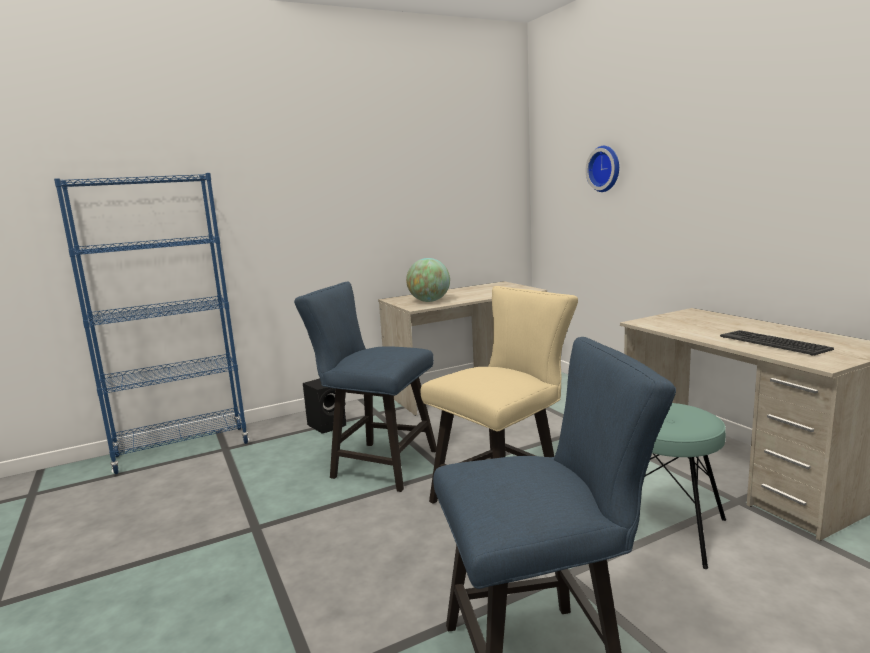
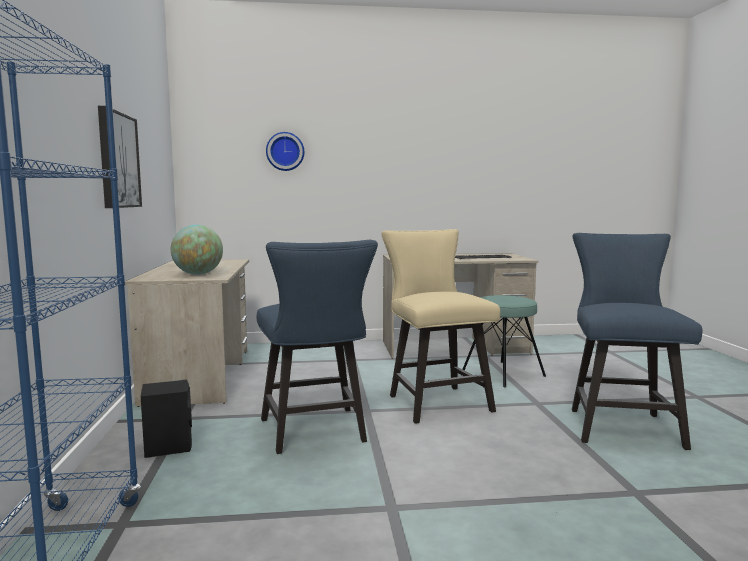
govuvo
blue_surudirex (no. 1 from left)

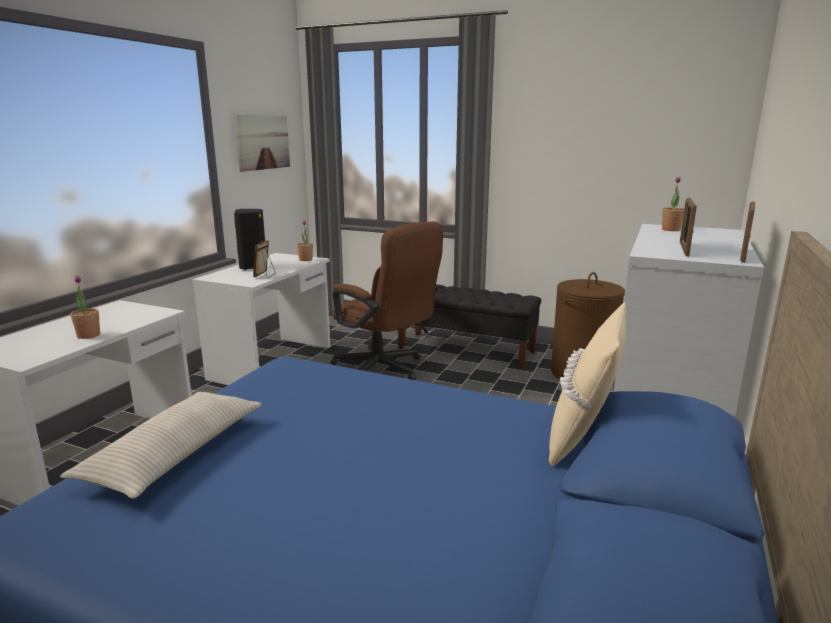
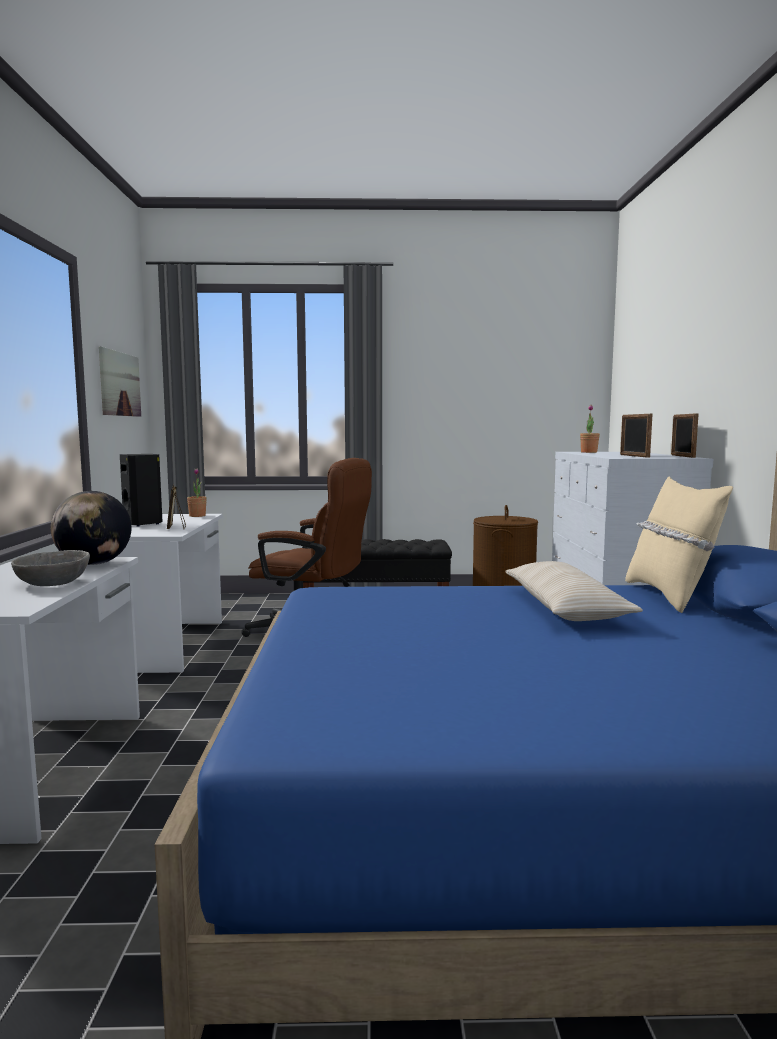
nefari
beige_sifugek (no. 1 from left)
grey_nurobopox

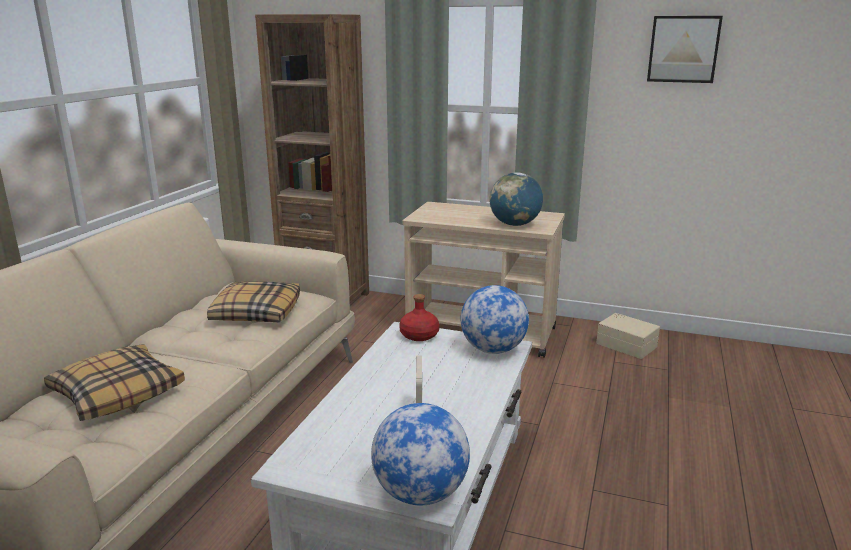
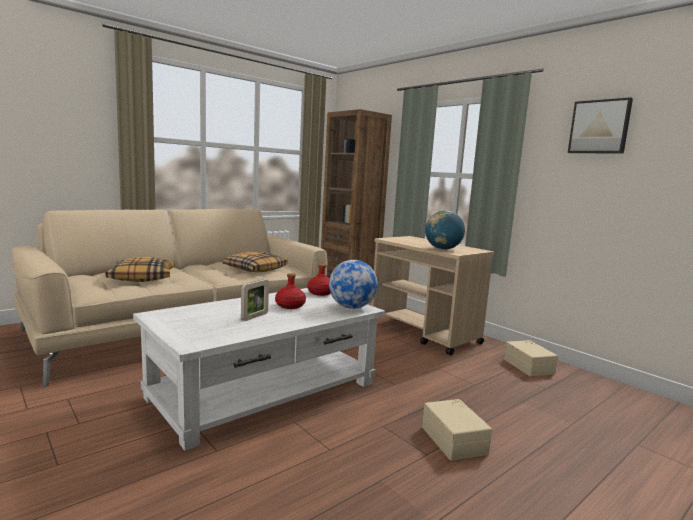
nefari (no. 1 from left in the first image)
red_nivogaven (no. 1 from left)
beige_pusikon (no. 1 from left)

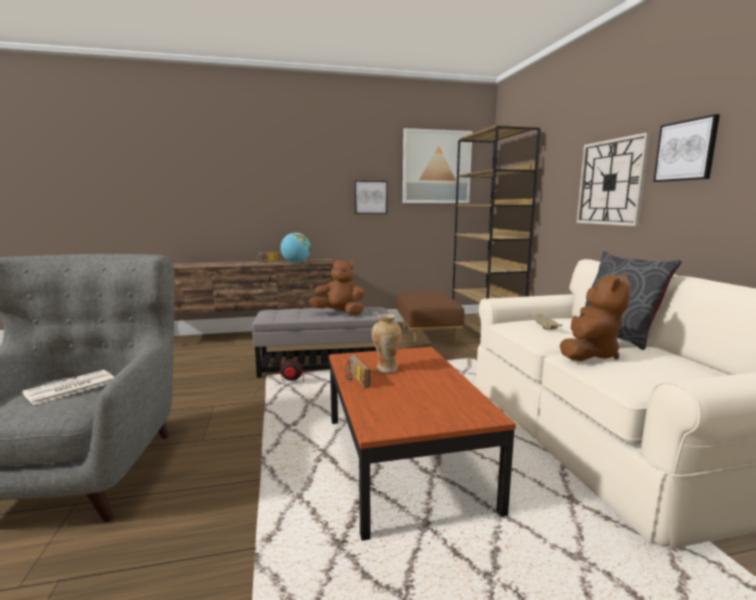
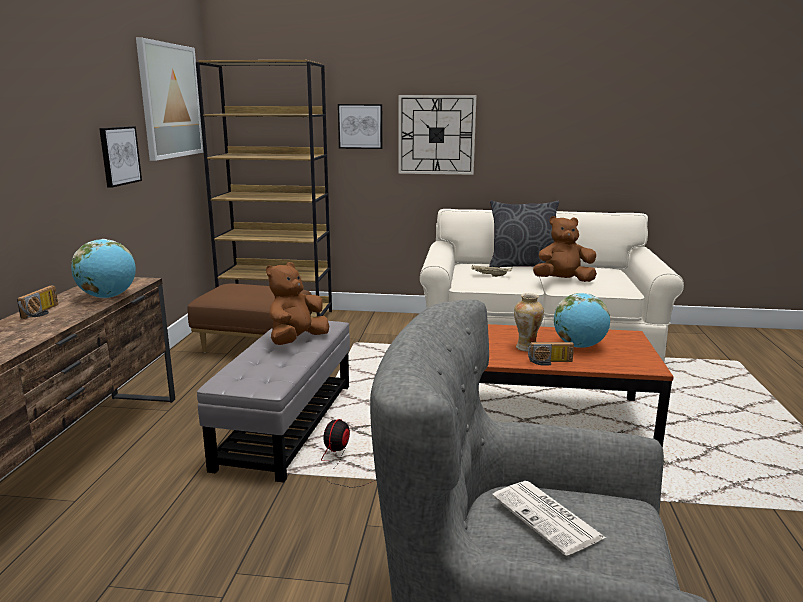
nefari (no. 2 from left)
govuvo (no. 3 from left)
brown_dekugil (no. 2 from left)

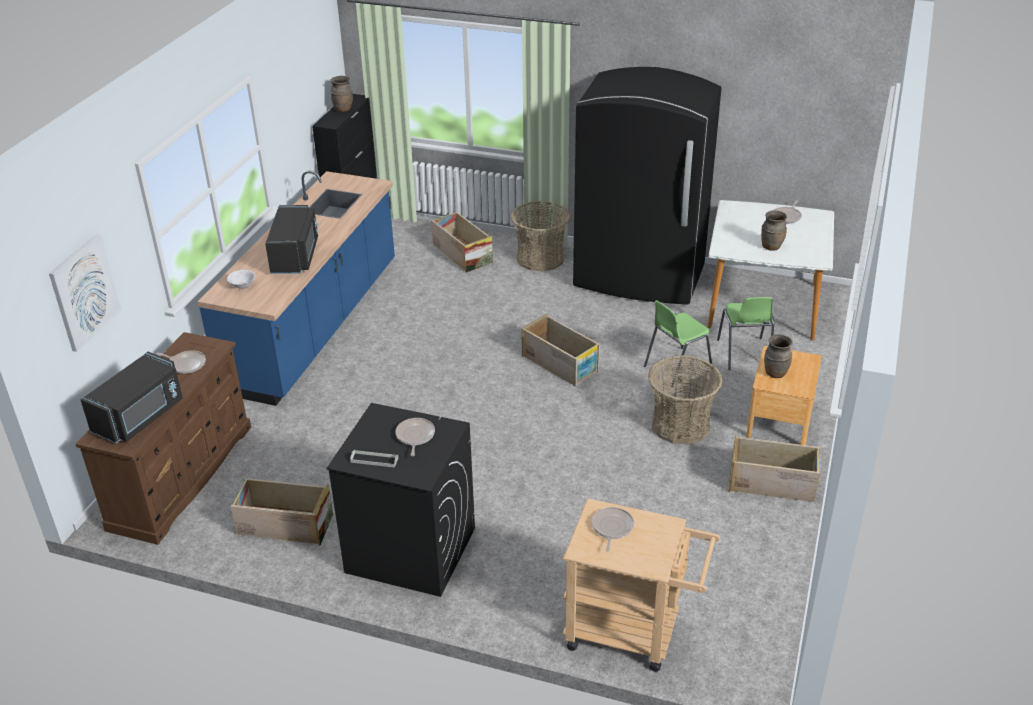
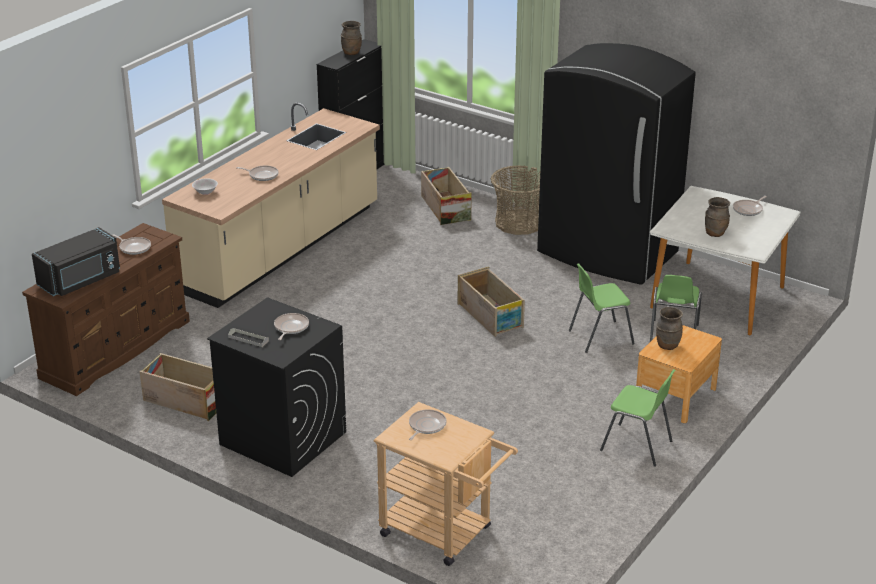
govuvo
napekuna (no. 2 from left in the first image)
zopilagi (no. 2 from left)
green_surudirex (no. 2 from left)
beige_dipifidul

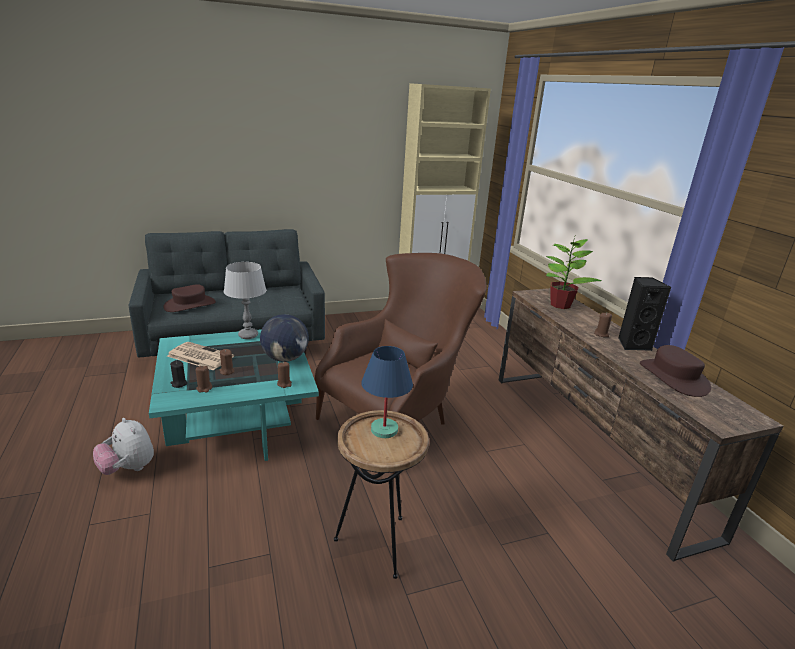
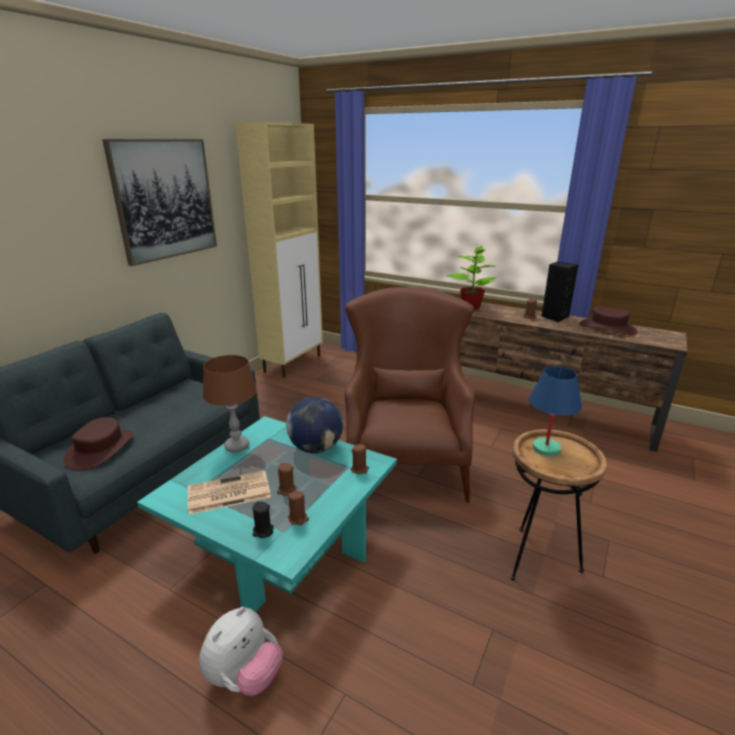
govuvo
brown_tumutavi
dekugil

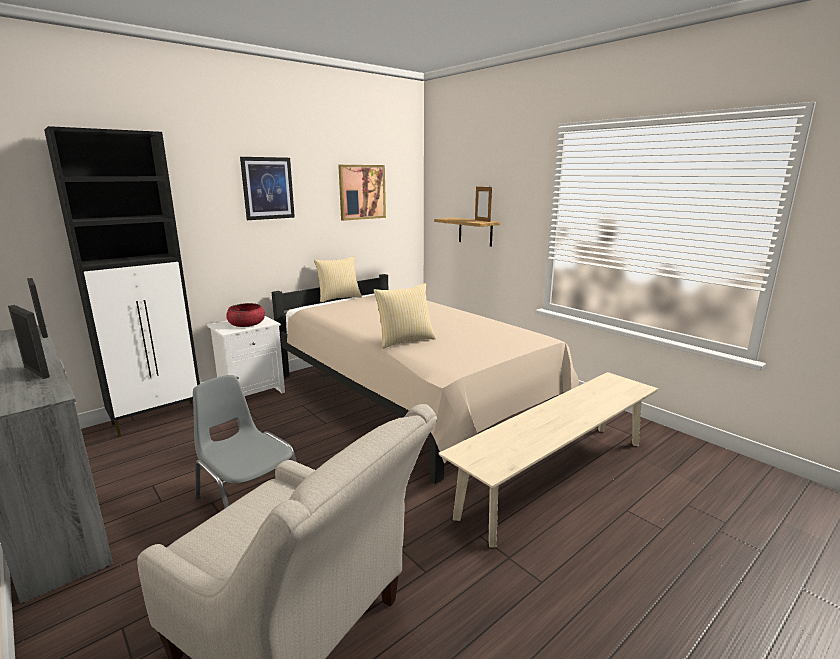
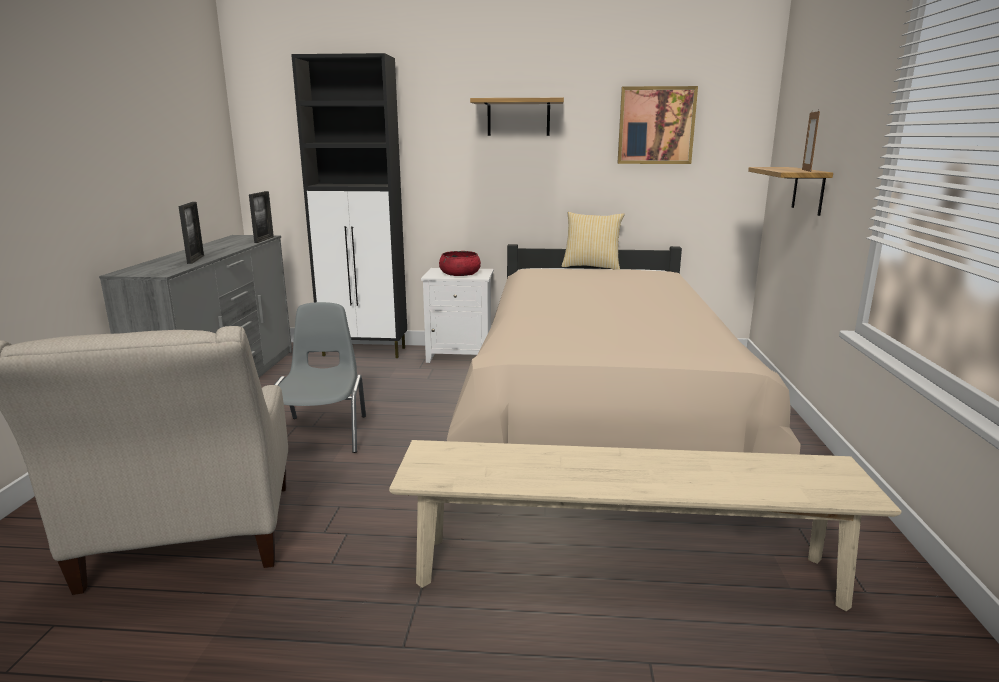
sifugek (no. 2 from left in the first image)
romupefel (no. 1 from left)

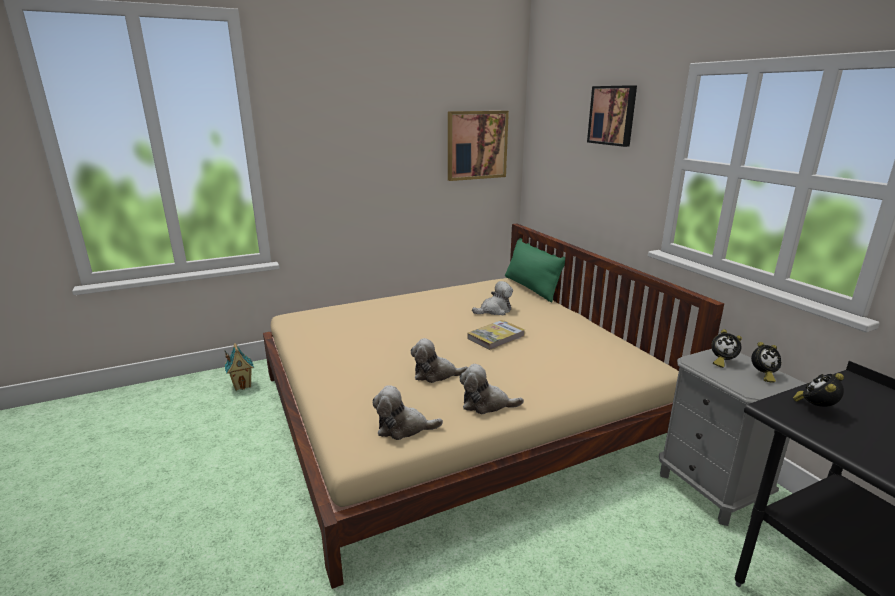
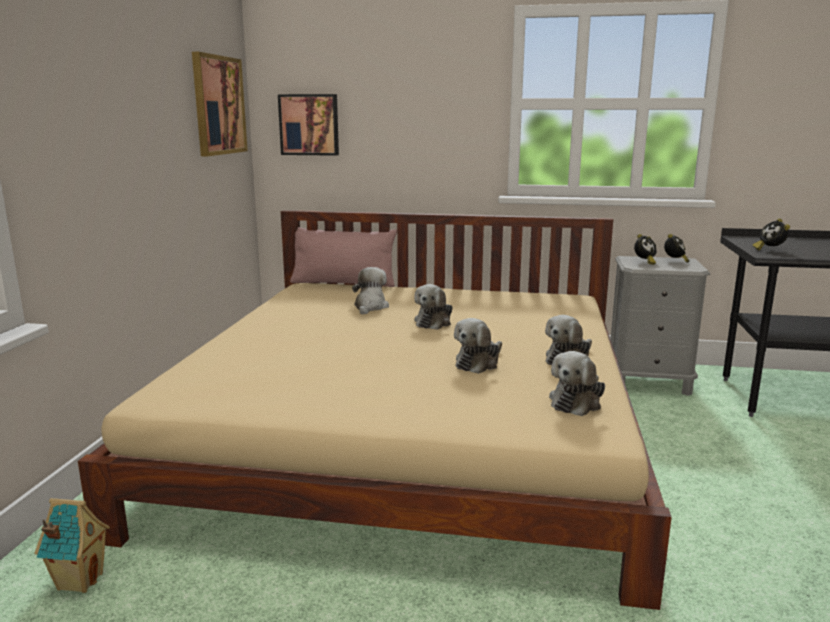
govuvo (no. 2 from left)
dekugil (no. 2 from left)
pink_sifugek

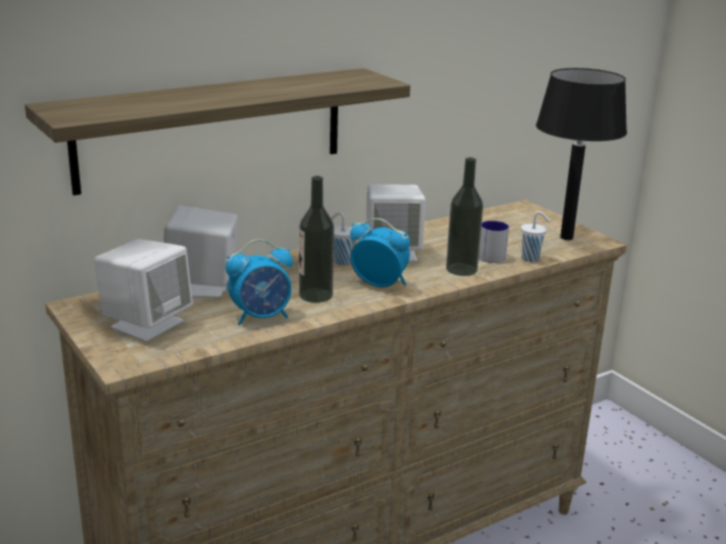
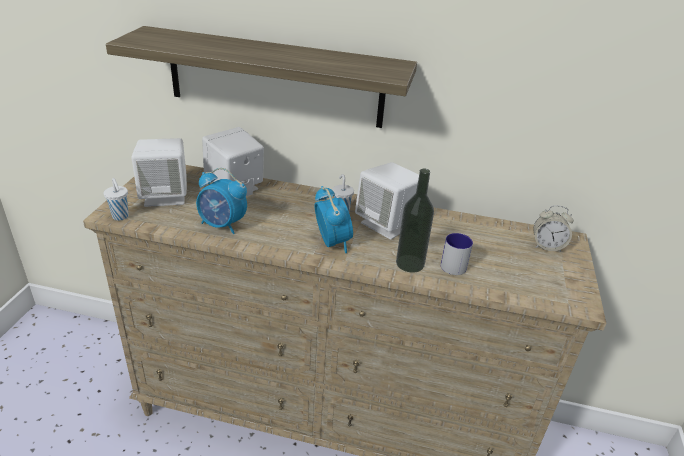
nivogaven (no. 1 from left in the first image)
black_tumutavi
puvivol (no. 3 from left)
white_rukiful (no. 1 from left)

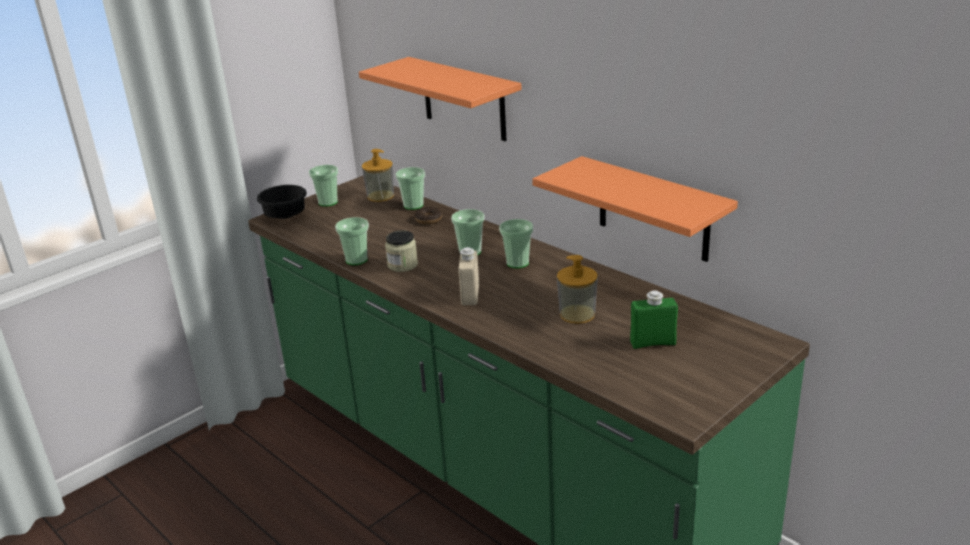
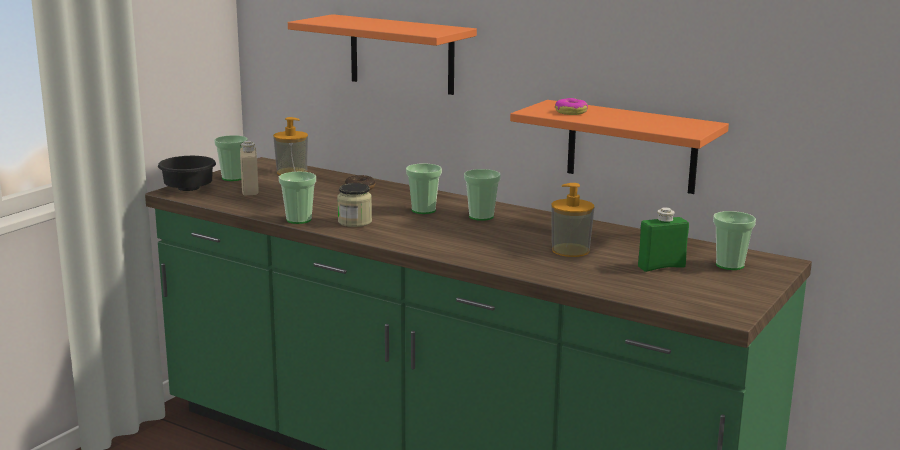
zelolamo (no. 2 from left)
rukiful (no. 5 from left)
beige_nivogaven

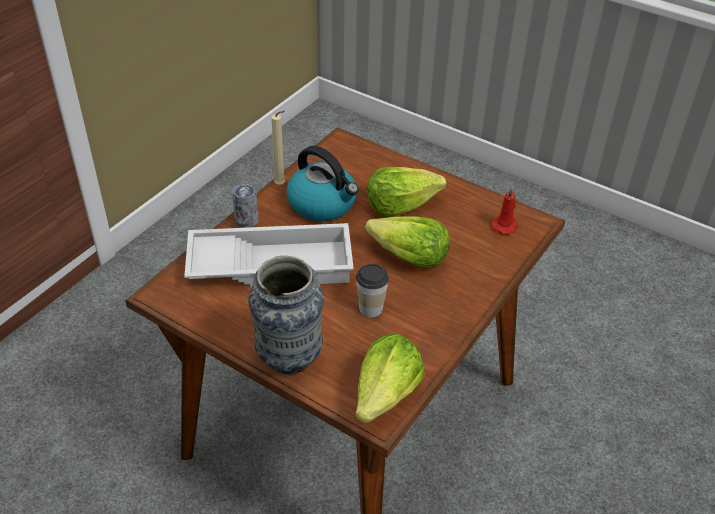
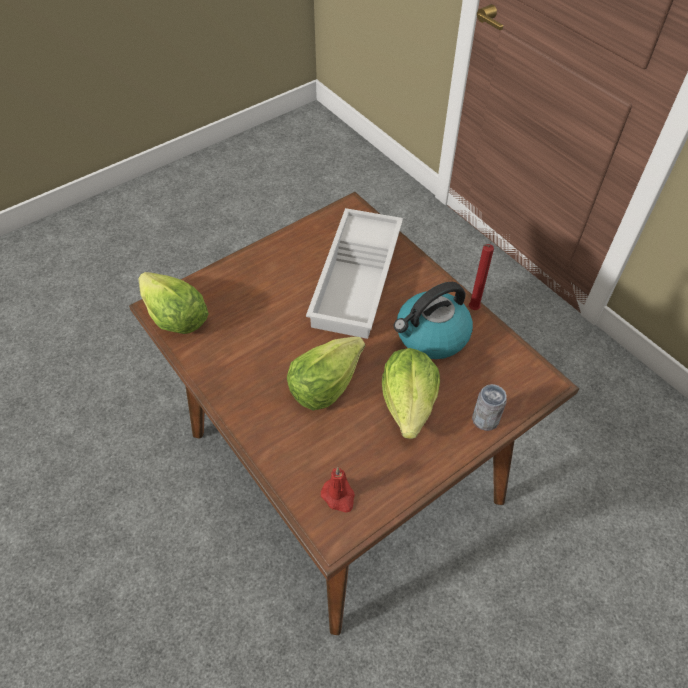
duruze
rukiful
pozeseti
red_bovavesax (no. 2 from left)

